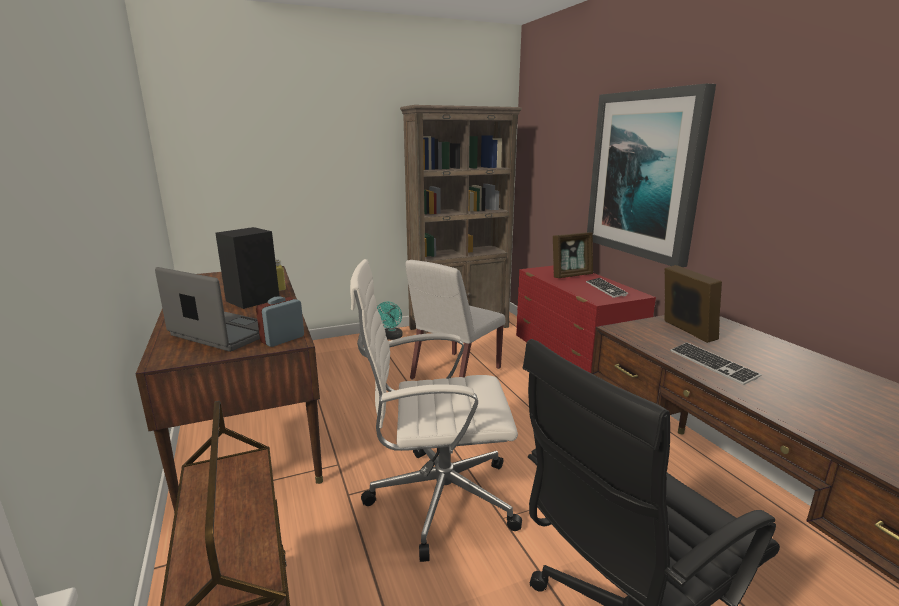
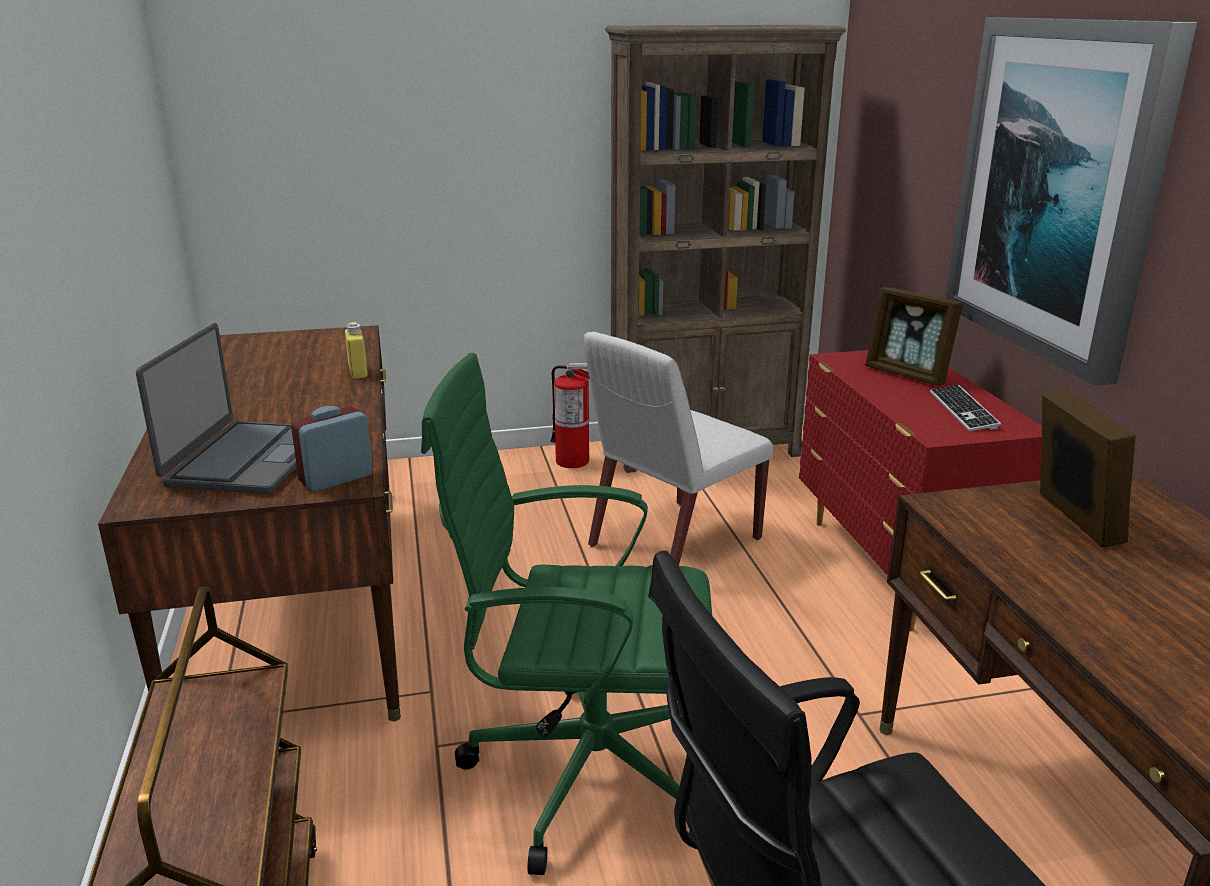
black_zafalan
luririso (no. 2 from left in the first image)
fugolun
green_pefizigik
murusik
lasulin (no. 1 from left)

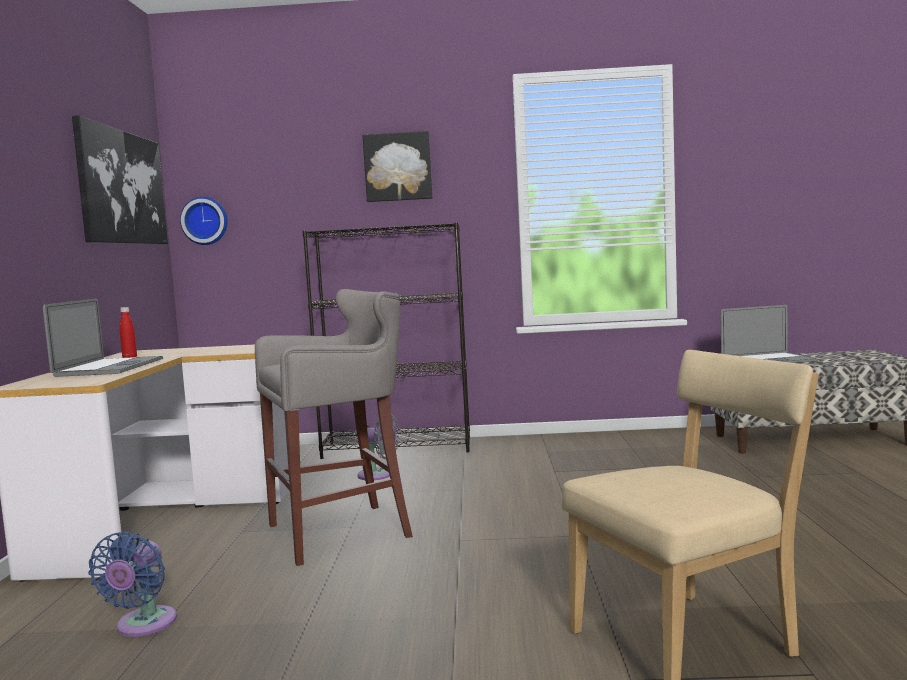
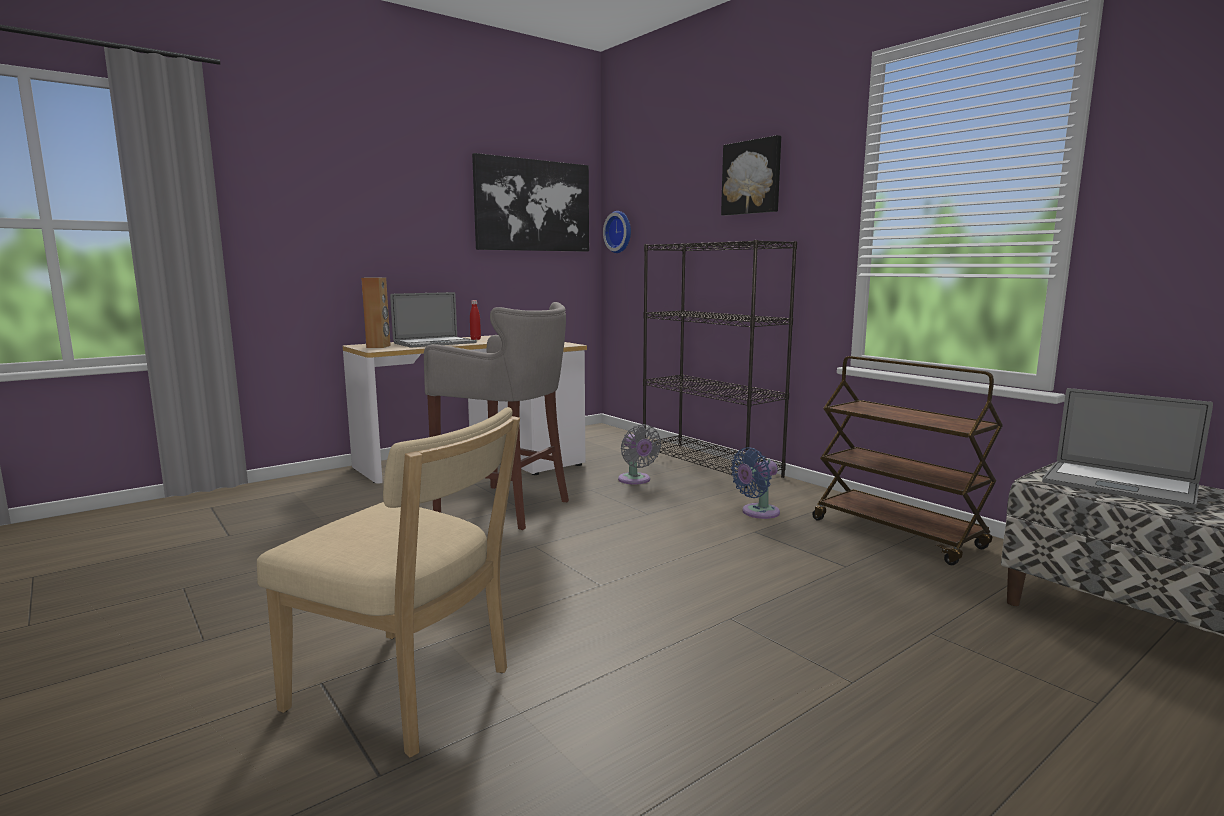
brown_zafalan
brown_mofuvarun
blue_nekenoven

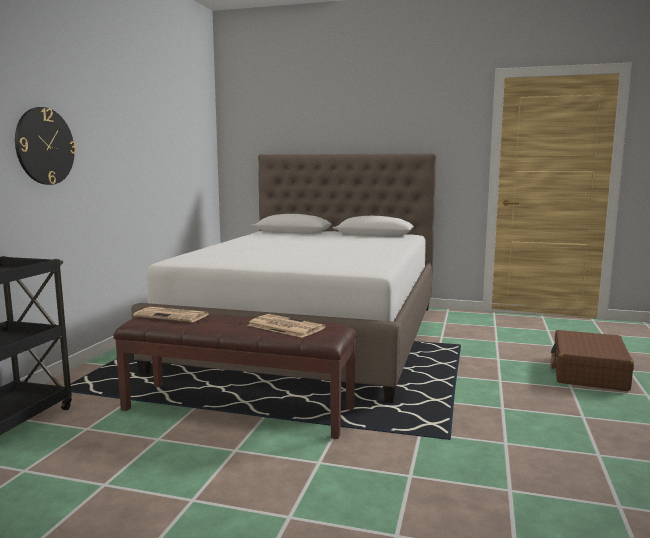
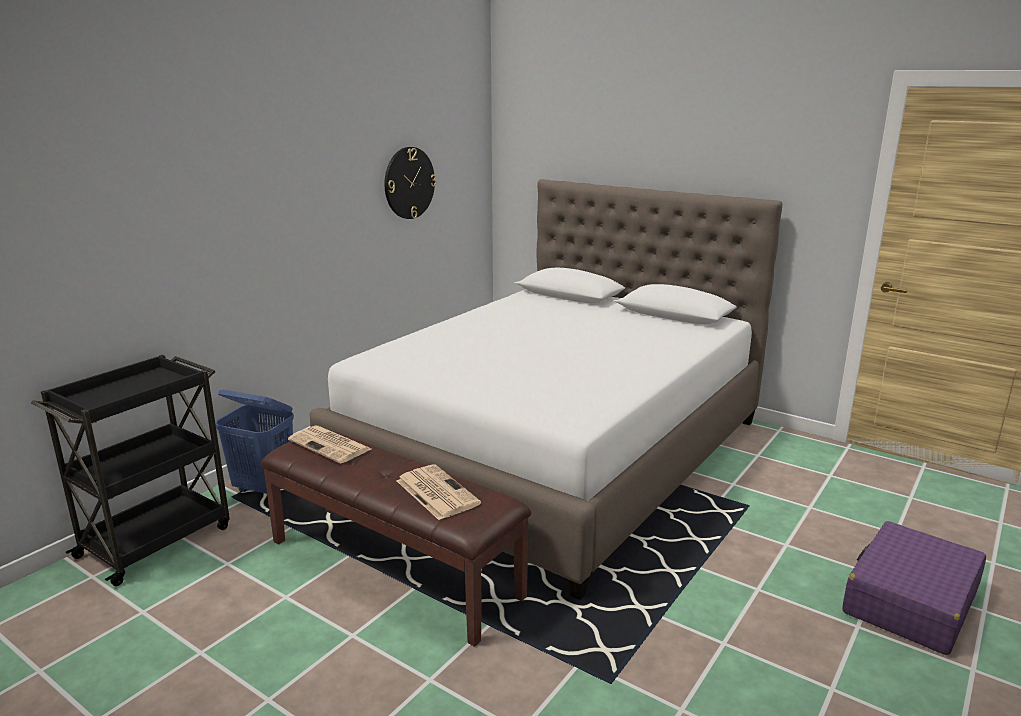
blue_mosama
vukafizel
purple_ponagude

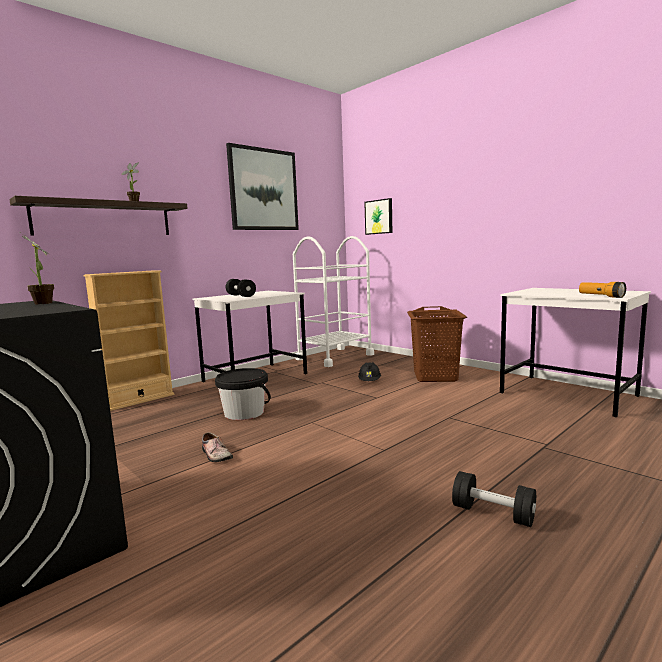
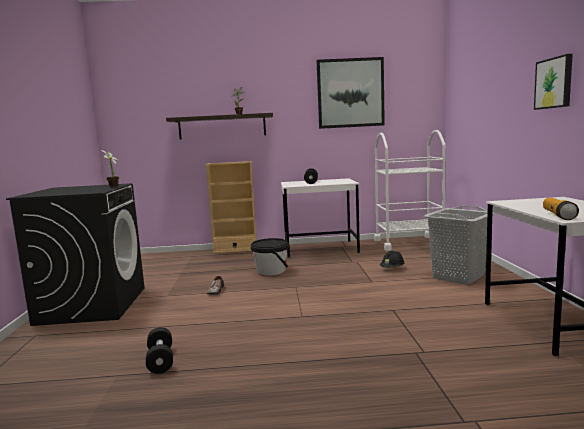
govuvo (no. 2 from left)
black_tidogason (no. 1 from left)
grey_mosama

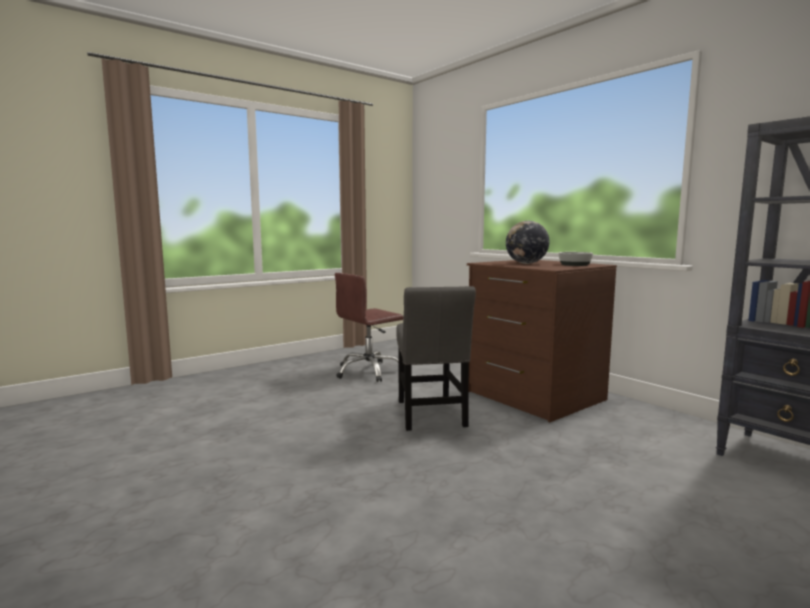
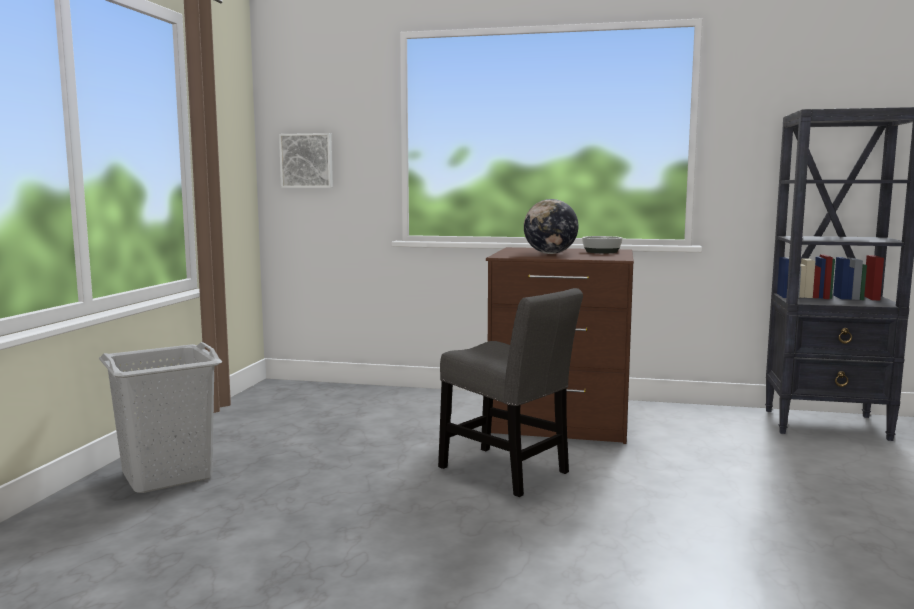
brown_pefizigik
grey_mosama
govuvo

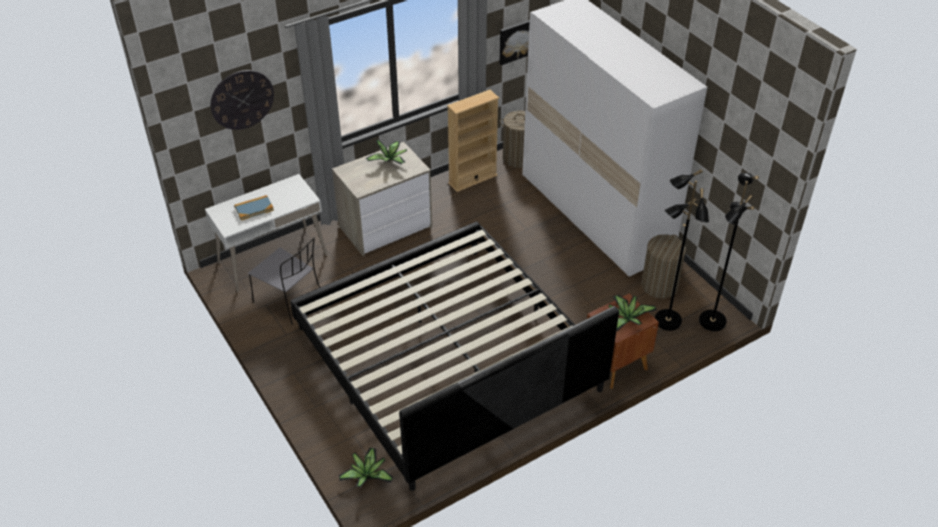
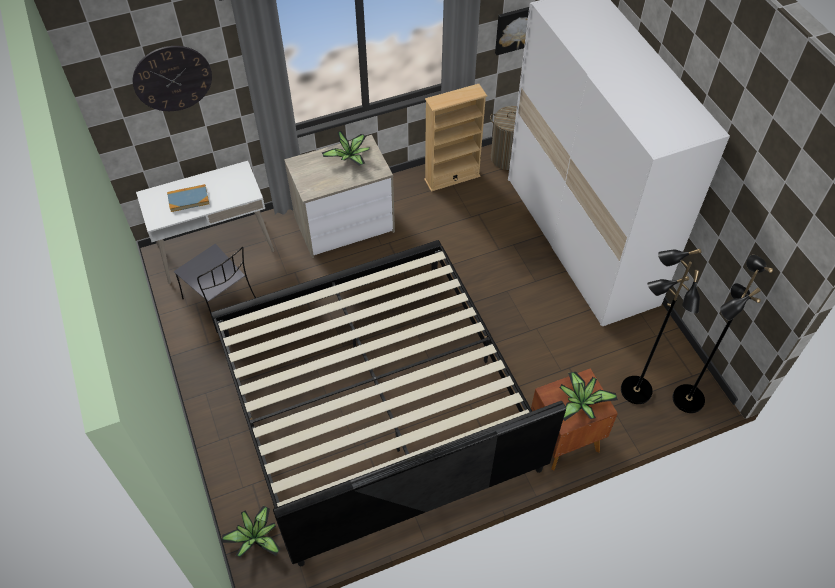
mosama (no. 2 from left in the first image)

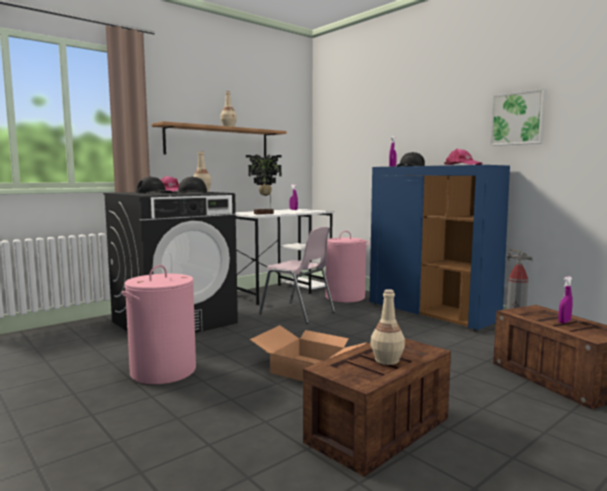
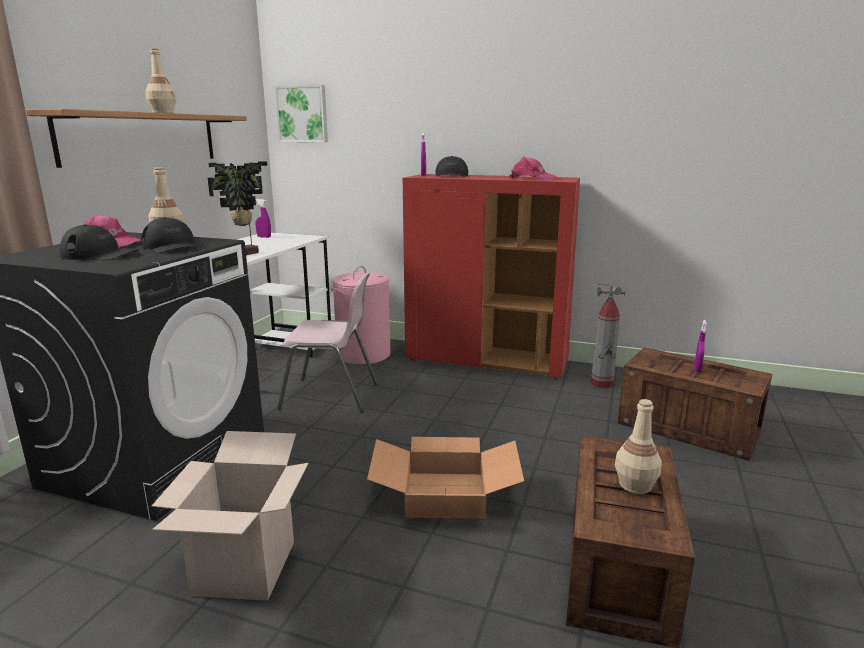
govuvo
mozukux (no. 1 from left)
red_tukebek

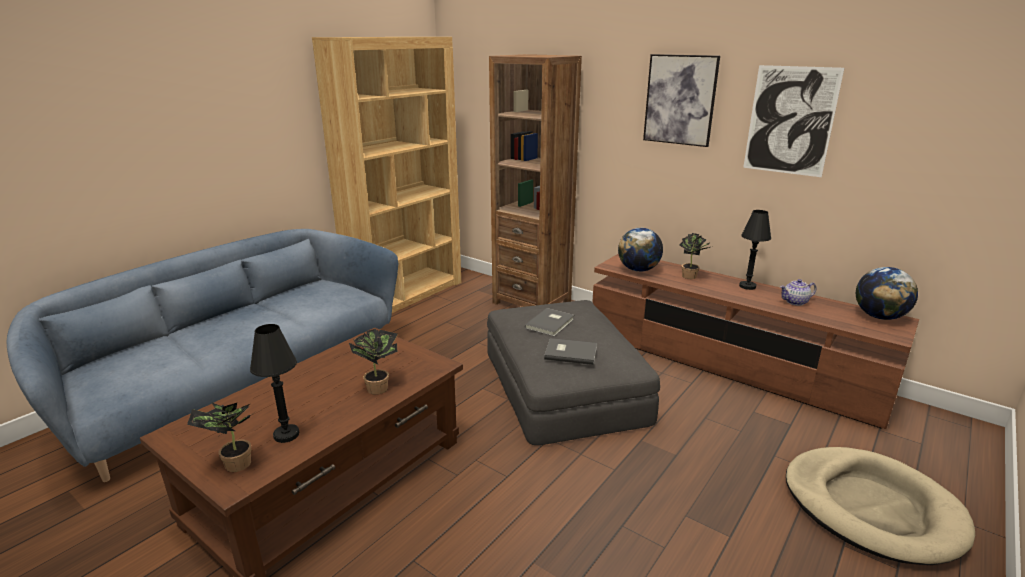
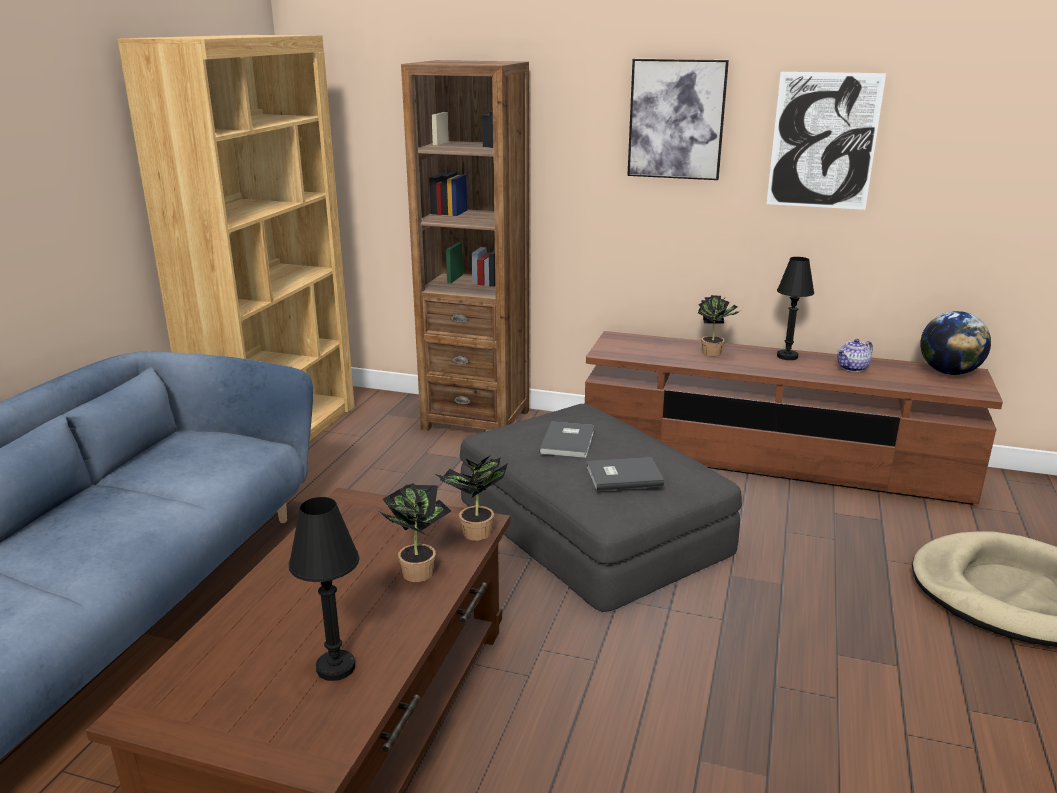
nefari (no. 1 from left in the first image)
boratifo (no. 2 from left)

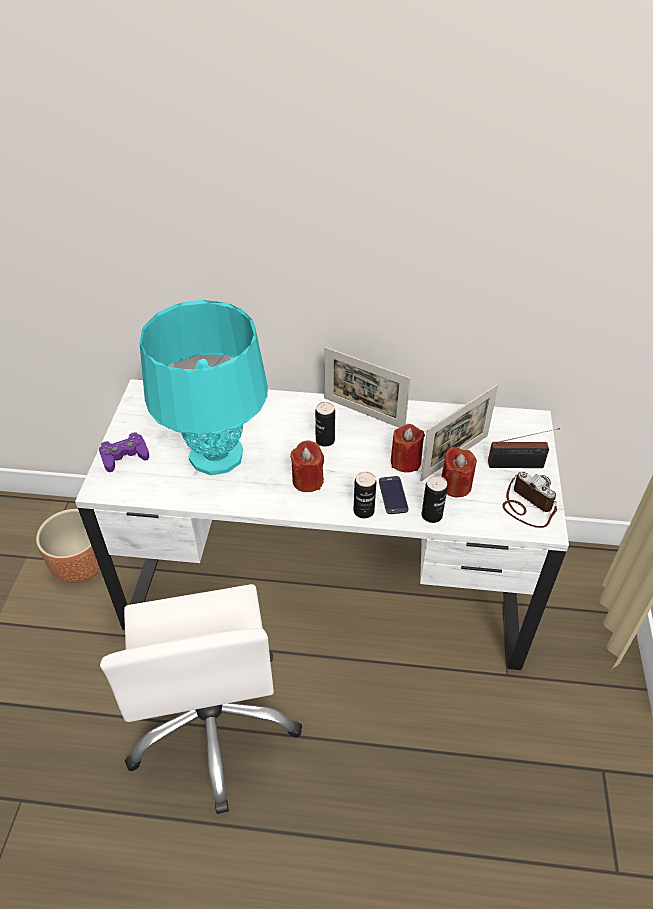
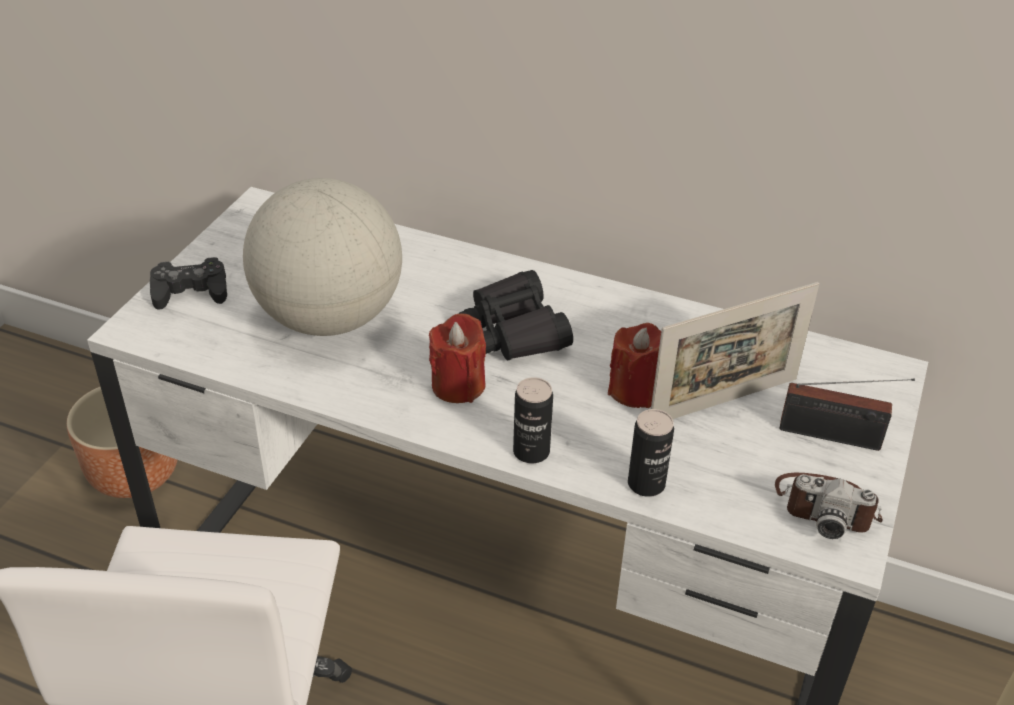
lasulin (no. 1 from left in the first image)
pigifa
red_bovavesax (no. 3 from left in the first image)
nefari
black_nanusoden
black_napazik
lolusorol

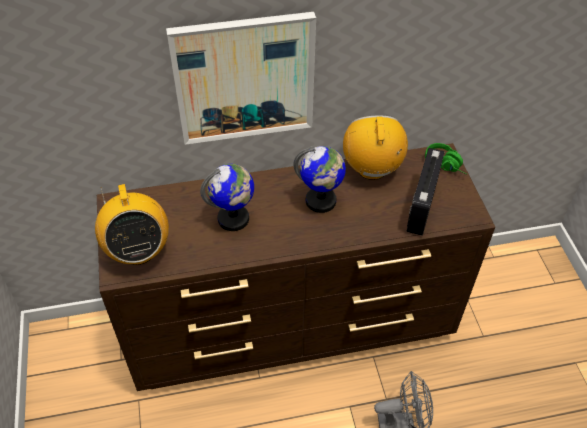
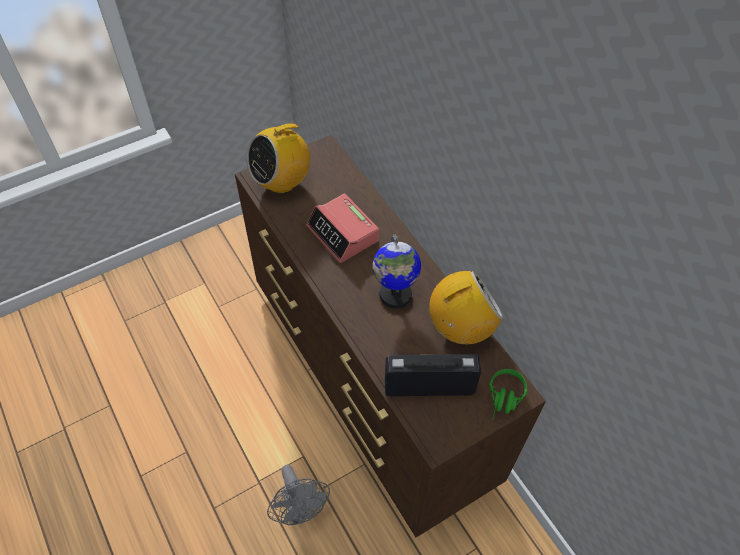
govuvo
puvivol

